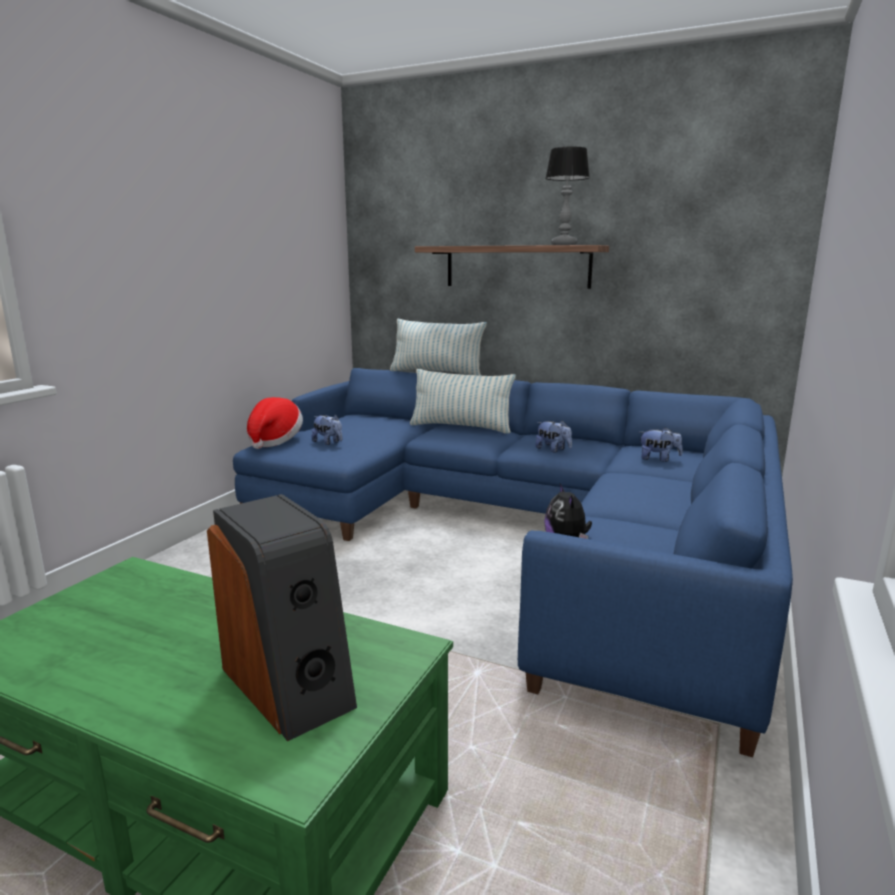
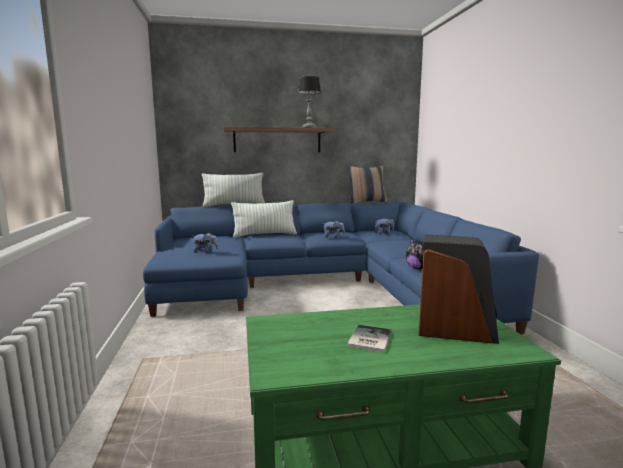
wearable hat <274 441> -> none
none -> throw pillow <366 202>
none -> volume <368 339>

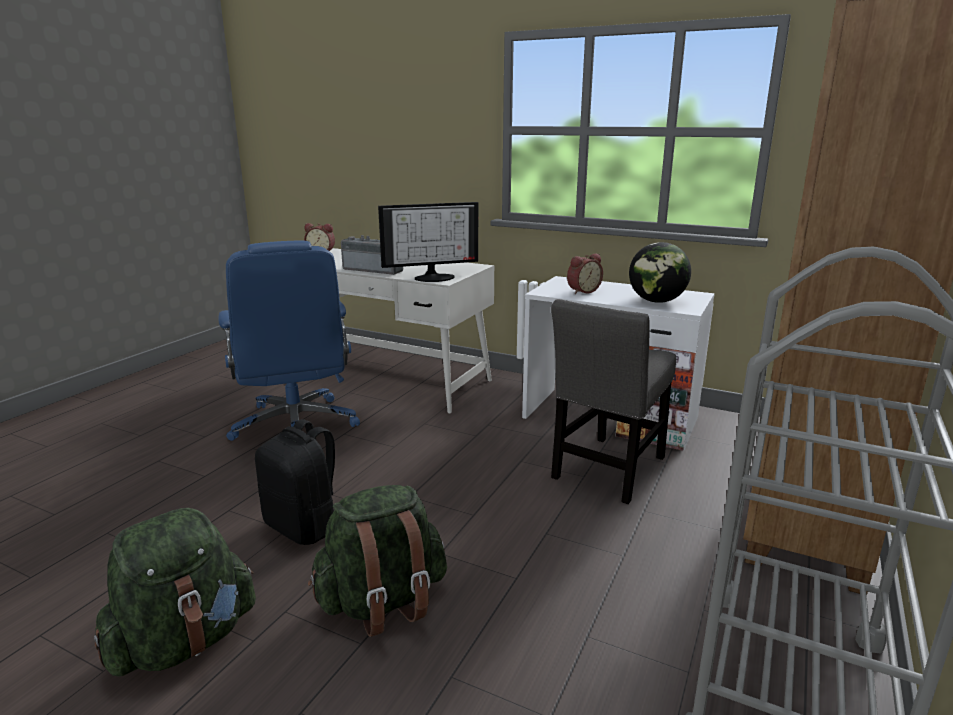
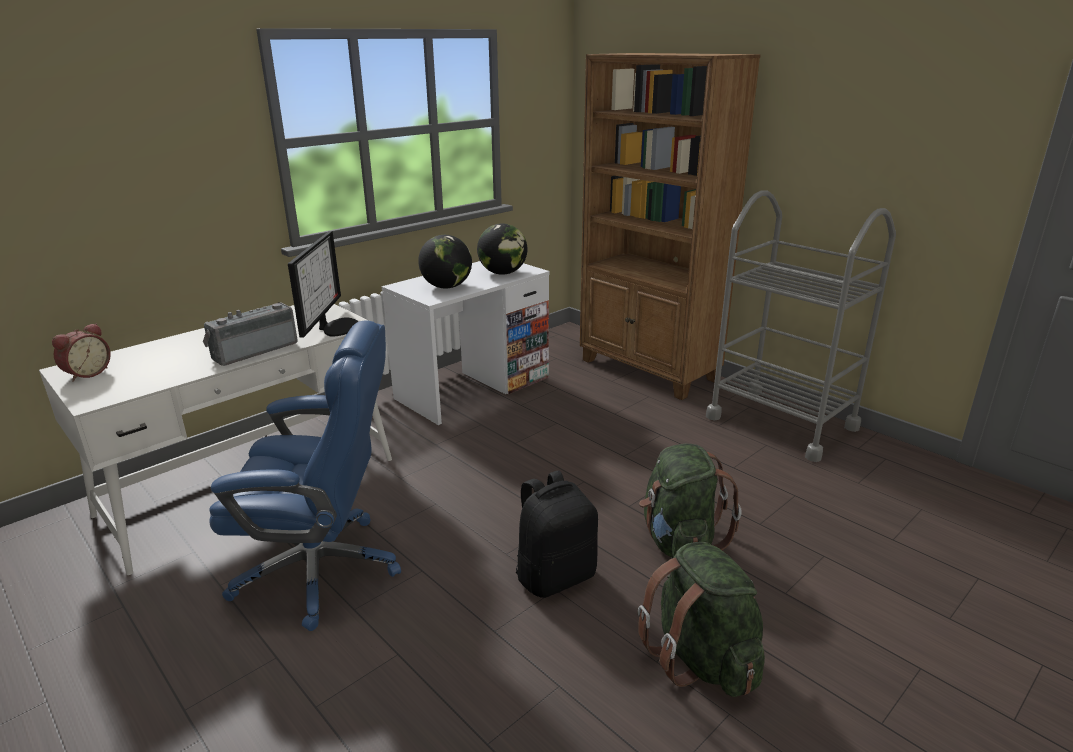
alarm clock <582 291> -> globe <446 287>
greyish plain chair <607 471> -> none

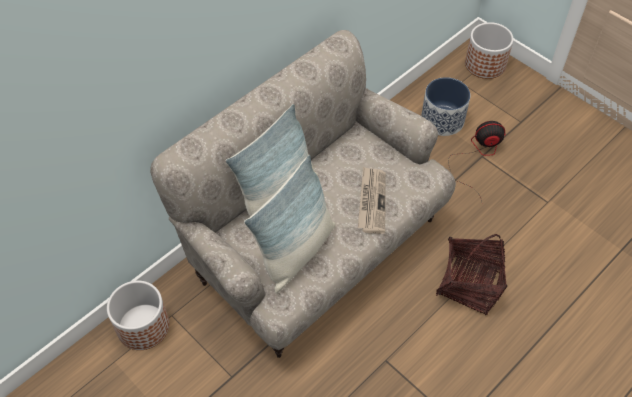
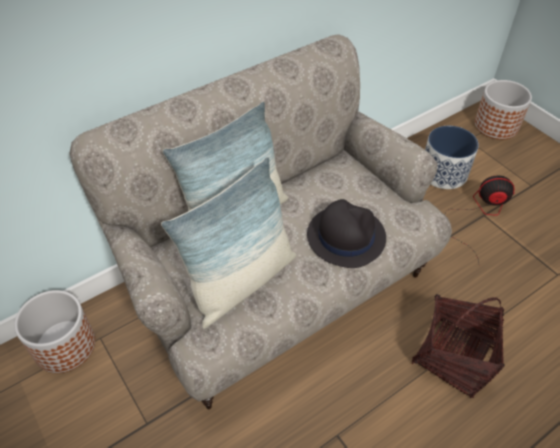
daily paper <371 201> -> black-coloured wearable hat <345 236>

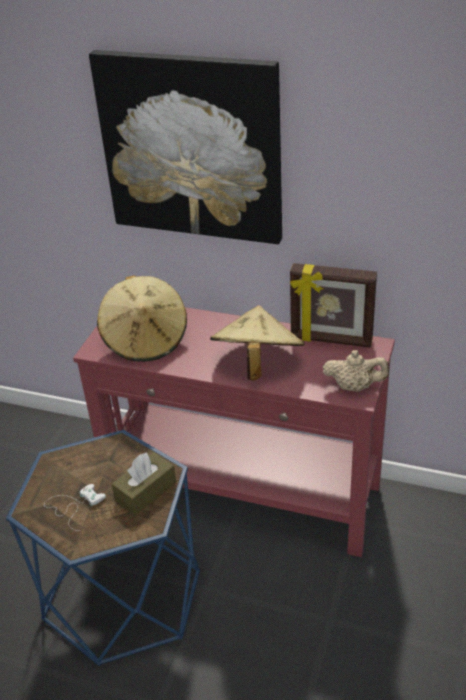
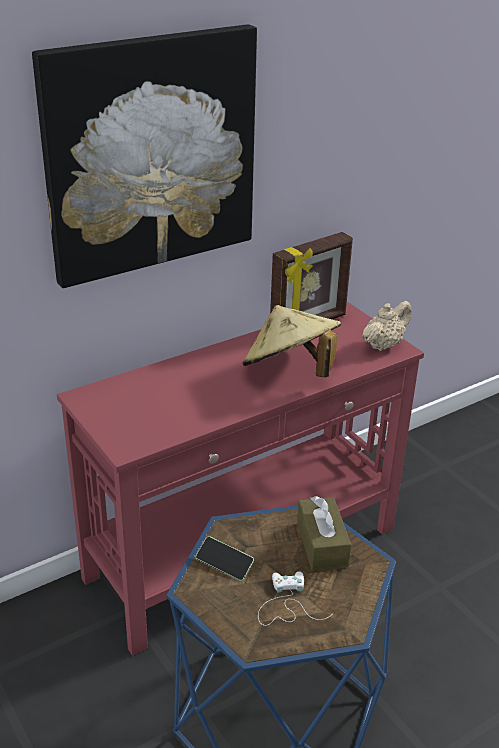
sand-coloured wearable hat <145 340> -> none
none -> phone <224 564>

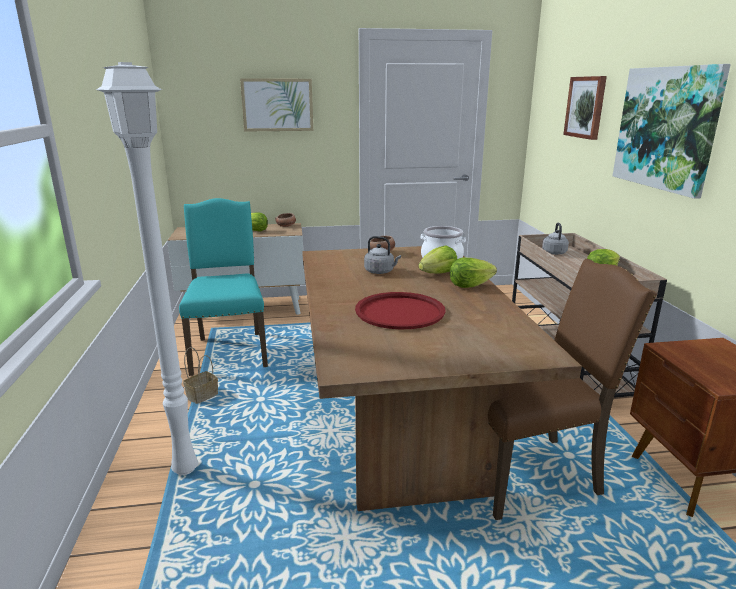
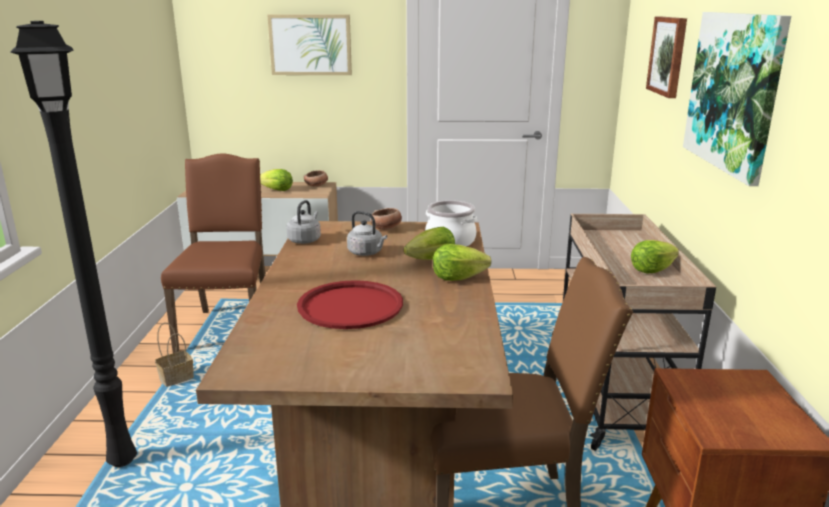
white-coloured floor lamp <183 470> -> black-coloured floor lamp <120 461>
turquoise-coloured plain chair <229 351> -> brown-coloured plain chair <228 328>
greyish kettle <553 252> -> greyish kettle <305 240>, moved

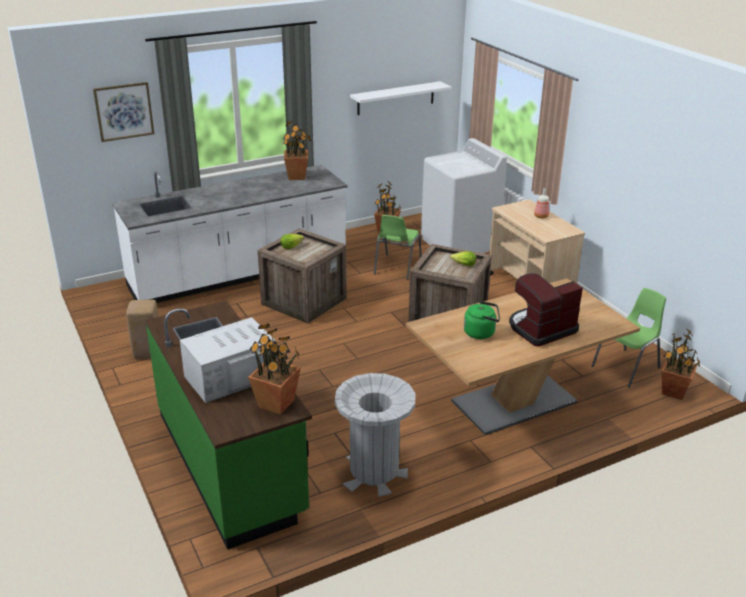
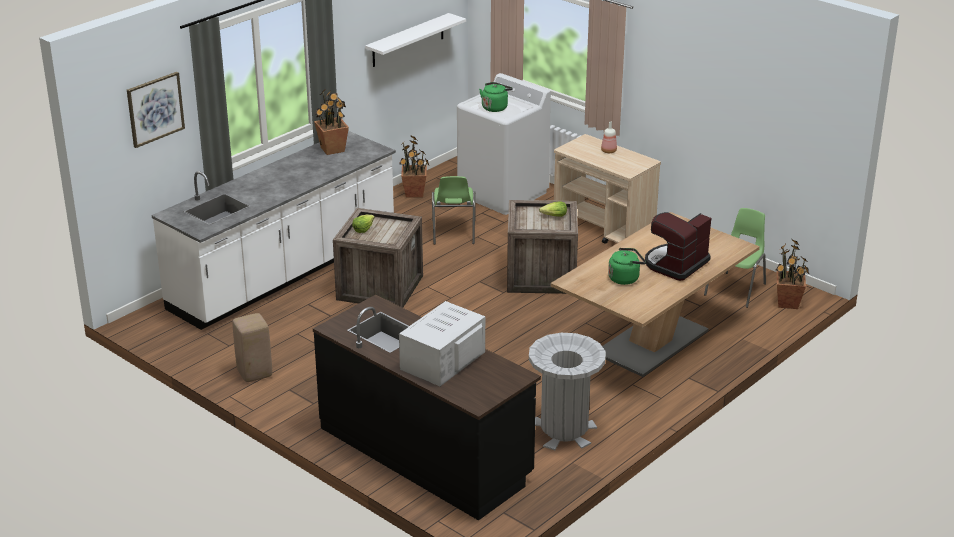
green kitchen counter <231 462> -> black-coloured kitchen counter <426 453>
plant in a pot <277 403> -> none
none -> green kettle <495 107>

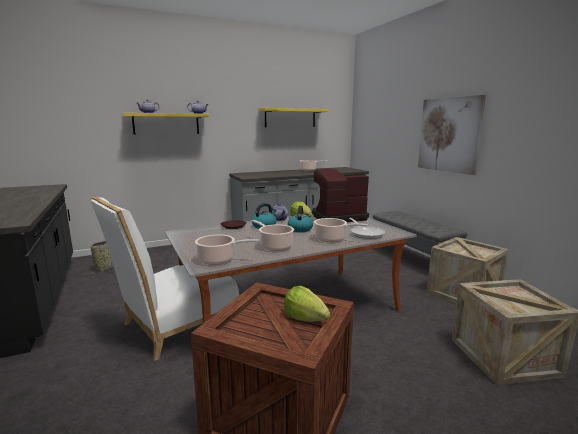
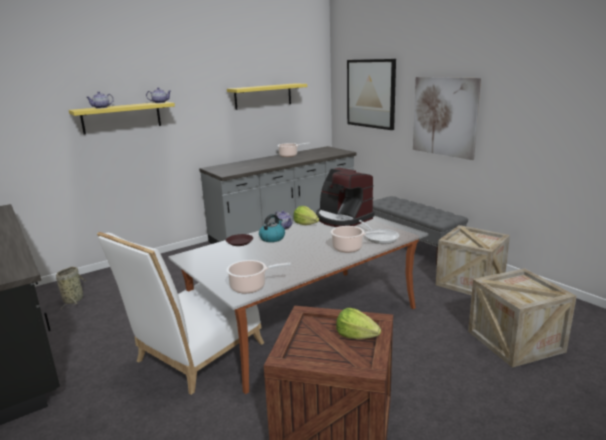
coffee machine <337 217> -> coffee machine <343 218>, 105 degrees counterclockwise
kettle <300 229> -> none
stockpot <274 246> -> none
none -> wall art <371 93>

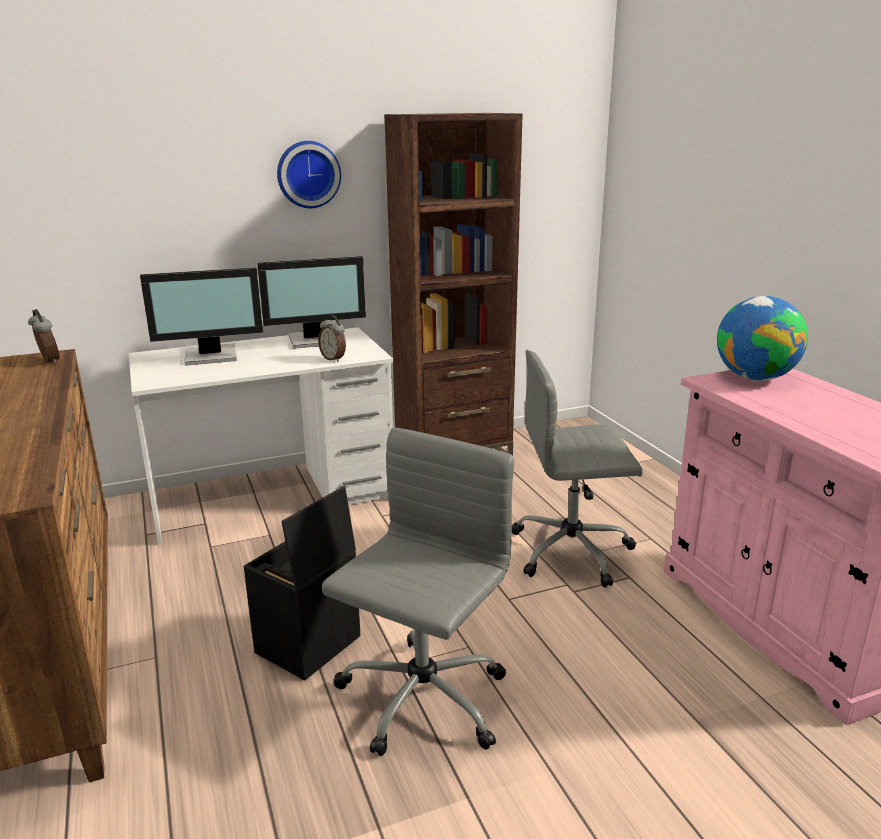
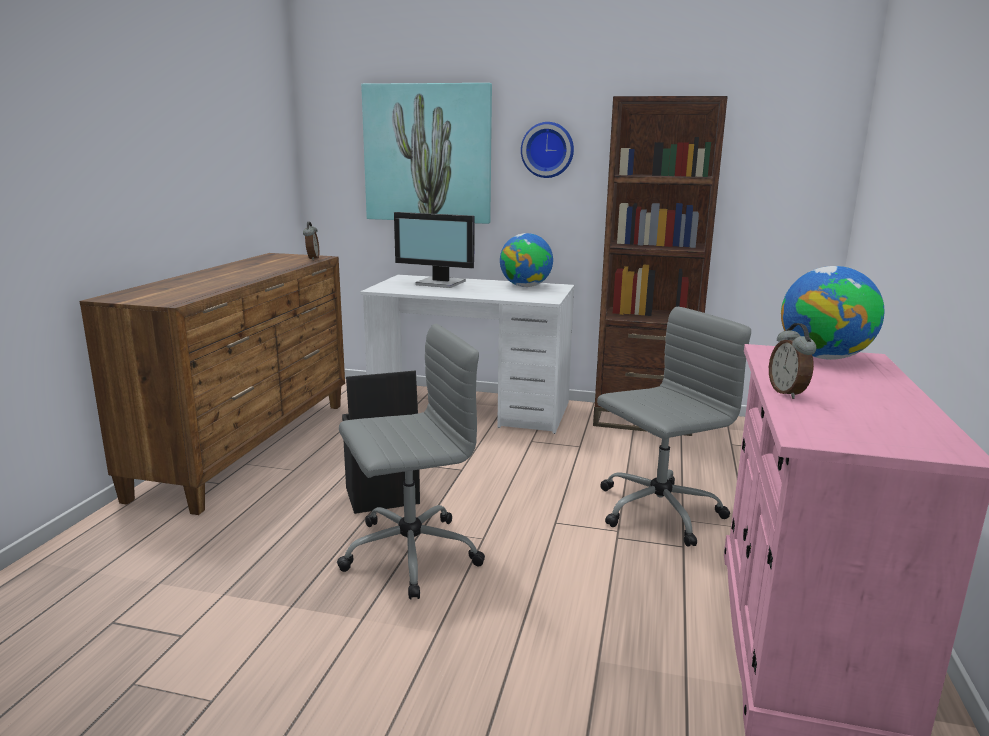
computer display <315 340> -> globe <525 286>
alarm clock <333 359> -> alarm clock <788 393>, moved
greyish office chair <573 551> -> greyish office chair <656 511>, 120 degrees clockwise
none -> wall art <428 154>

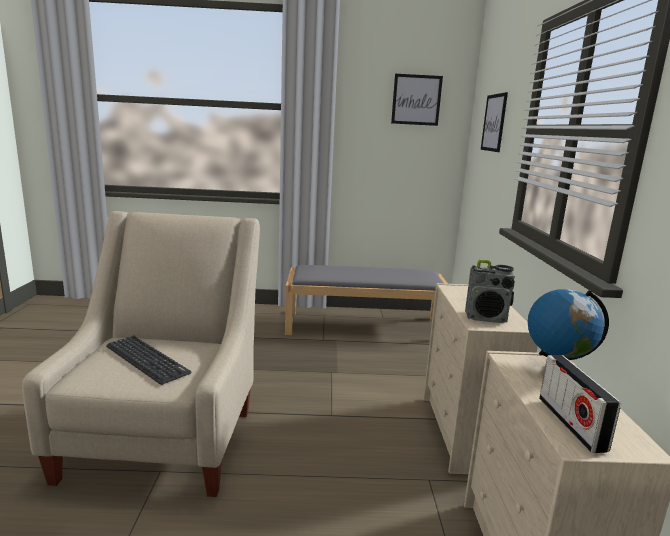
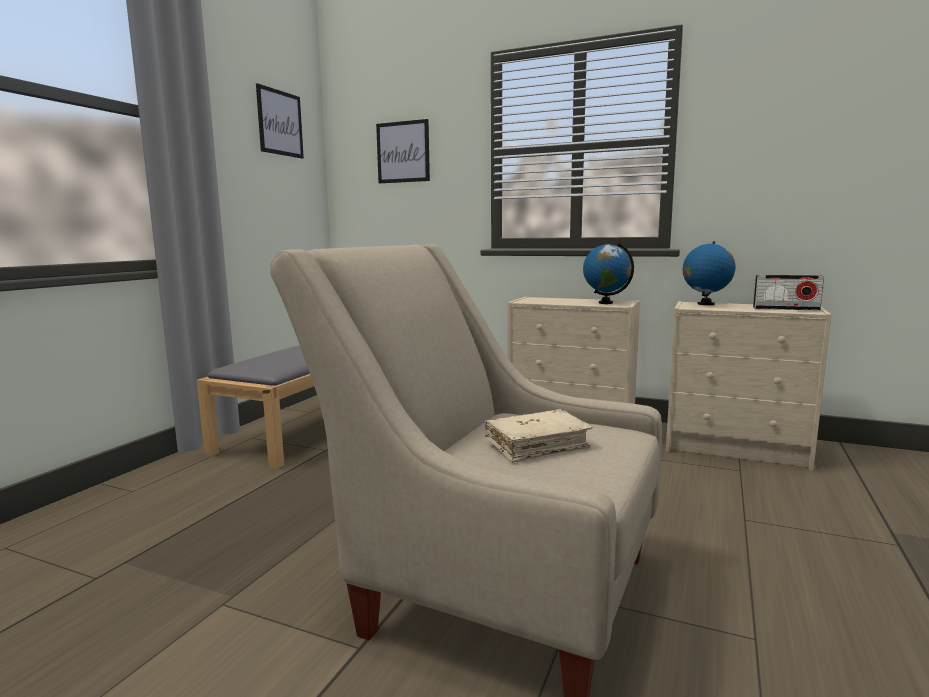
radio <486 318> -> globe <606 303>
keyboard <146 360> -> sand-coloured volume <536 445>

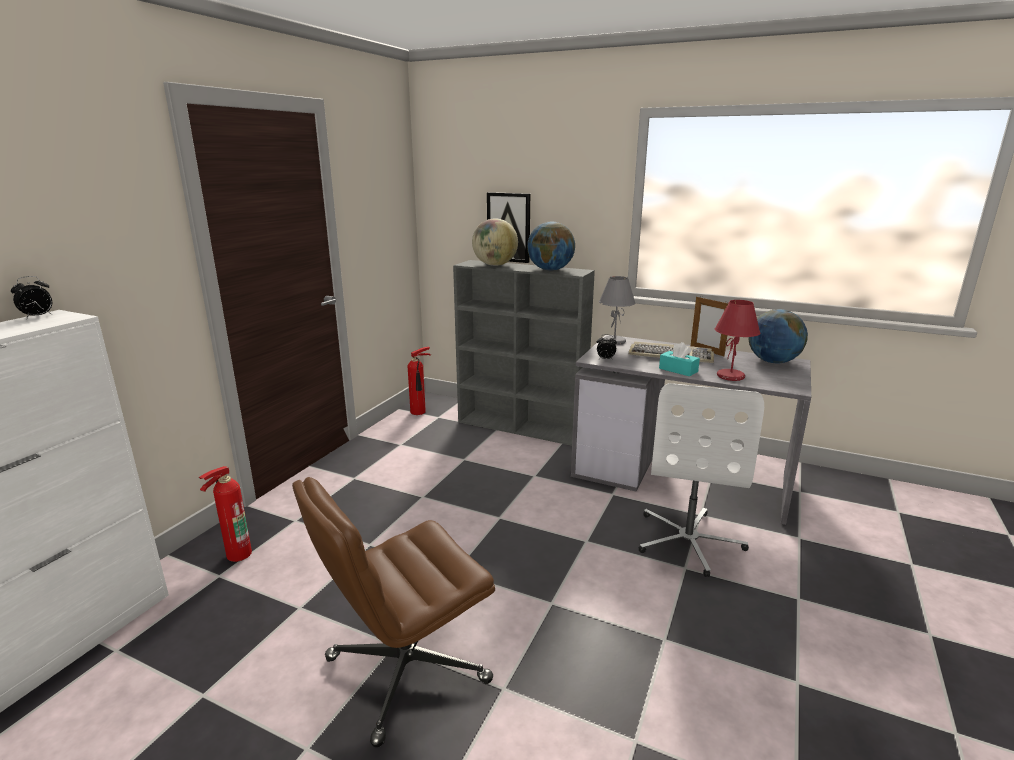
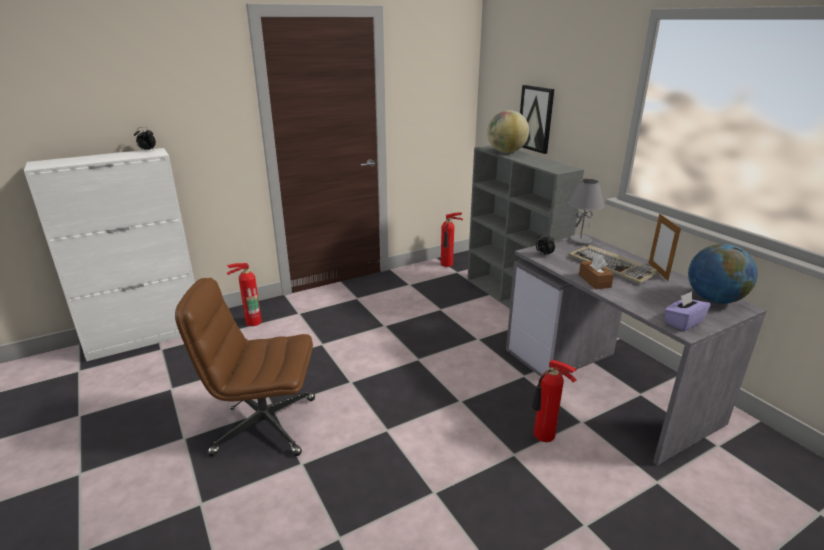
globe <550 270> -> none
reddish tabletop lamp <730 377> -> none
turquoise-coloured tissue box <678 370> -> brown-coloured tissue box <594 281>
white-coloured office chair <689 540> -> fire-fighting cylinder <544 436>
none -> purple tissue box <683 322>

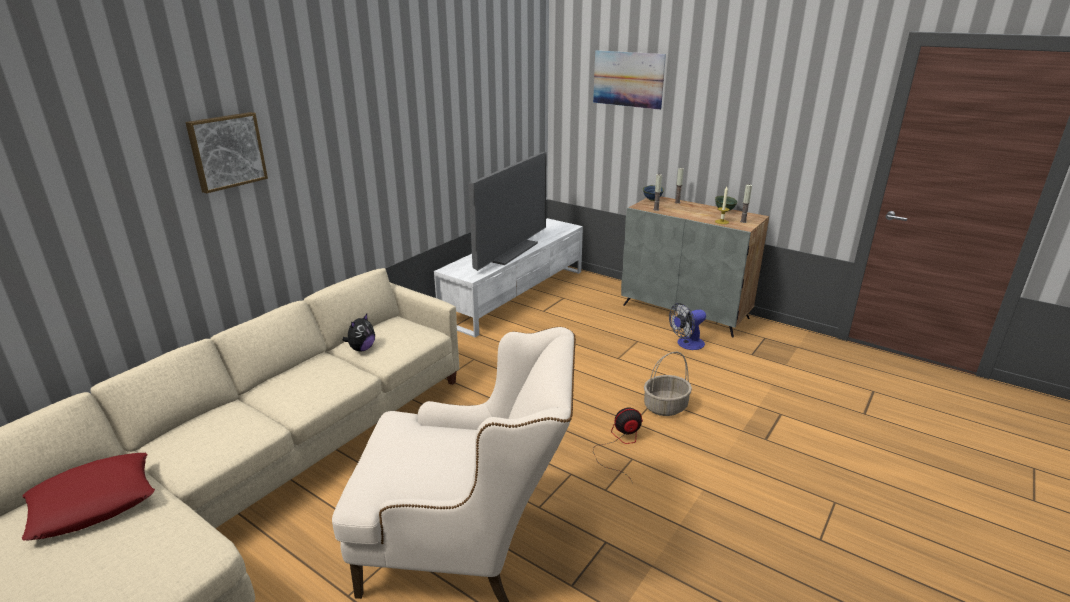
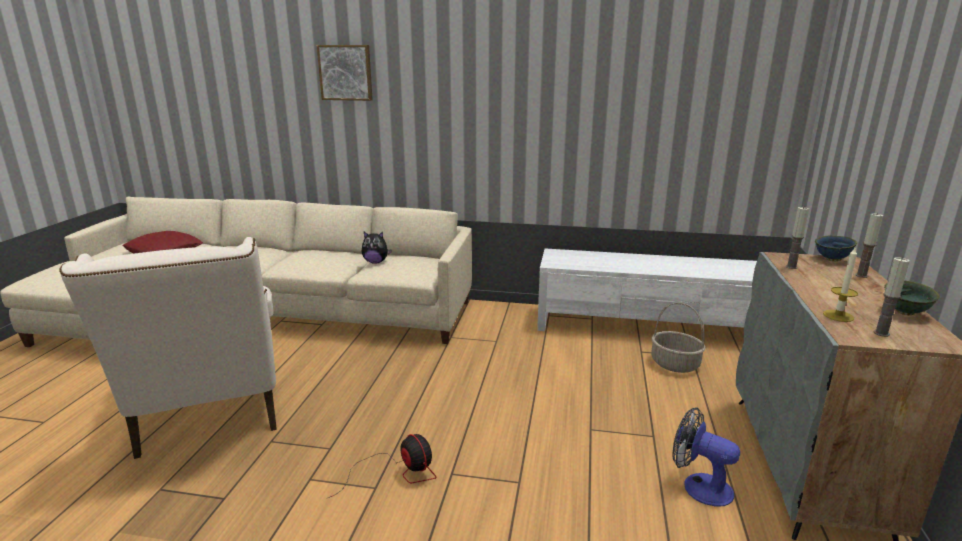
wall art <628 79> -> none
TV set <508 250> -> none
basket <665 407> -> basket <674 364>, moved

